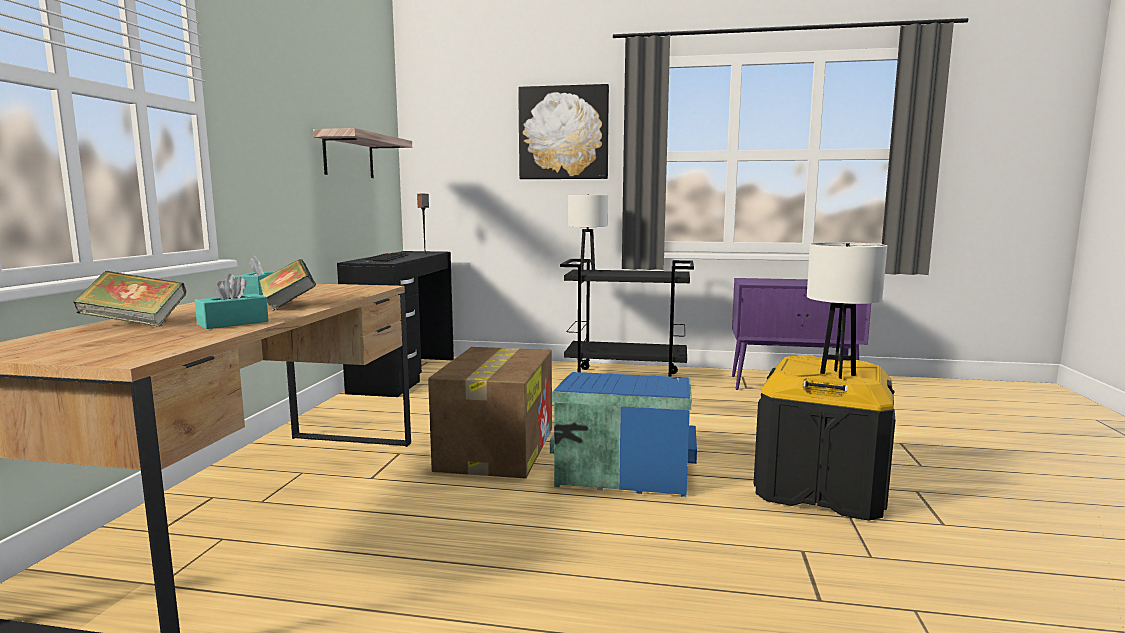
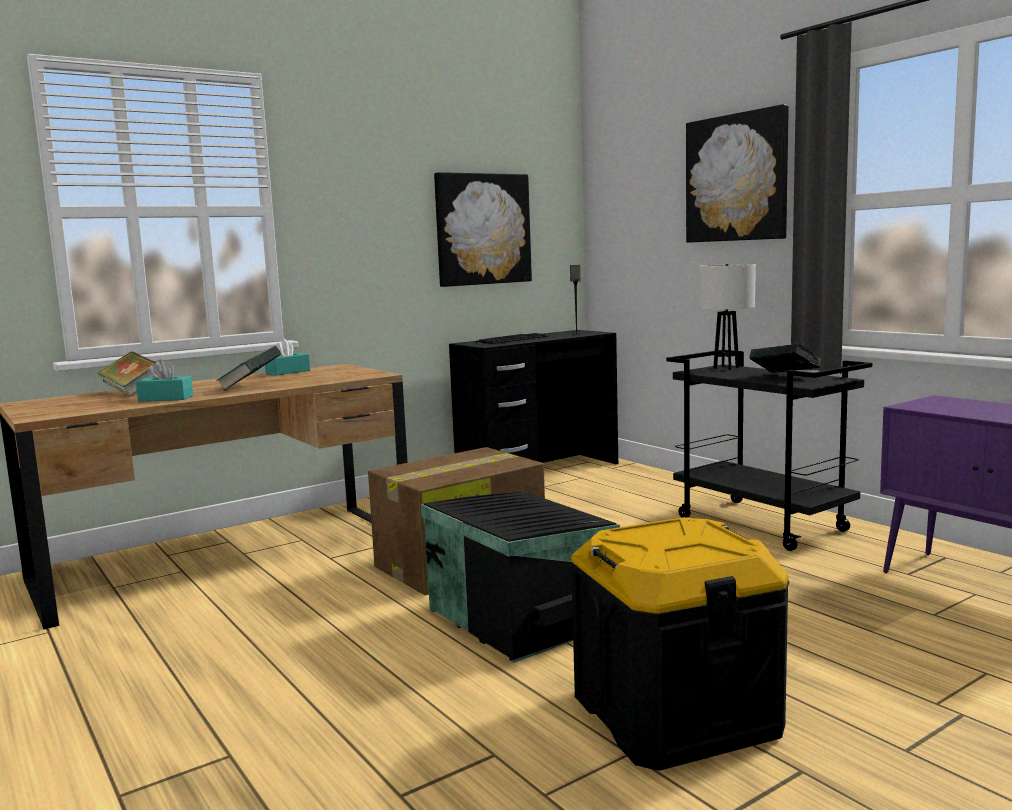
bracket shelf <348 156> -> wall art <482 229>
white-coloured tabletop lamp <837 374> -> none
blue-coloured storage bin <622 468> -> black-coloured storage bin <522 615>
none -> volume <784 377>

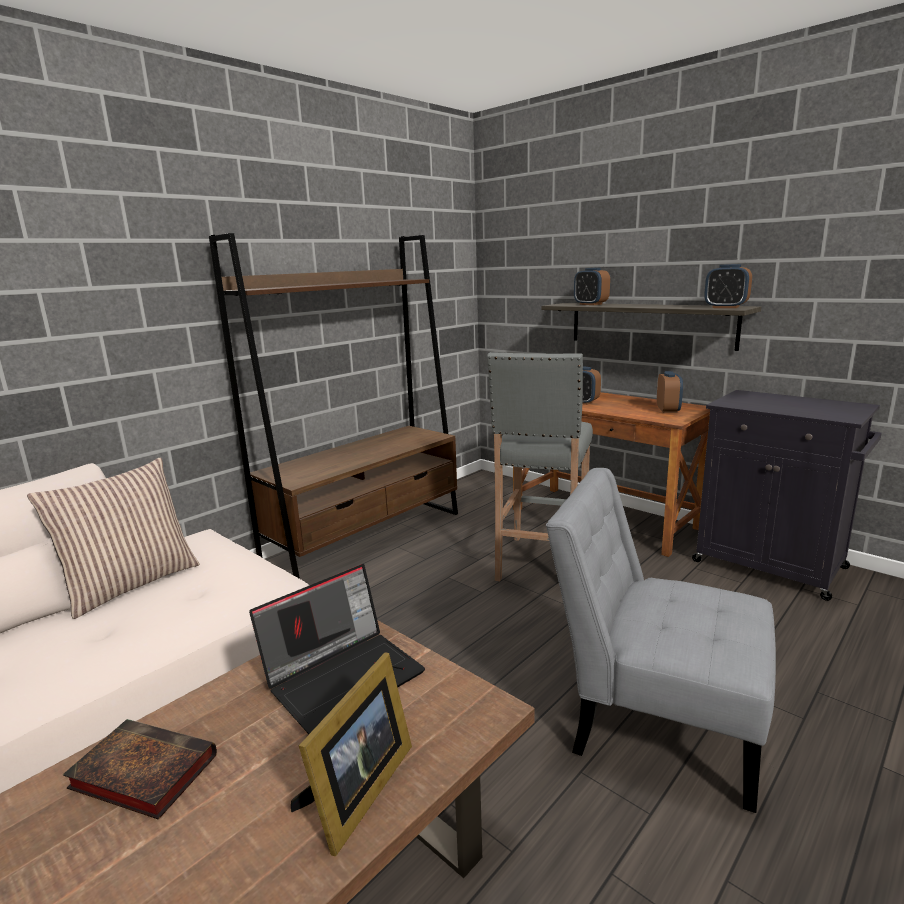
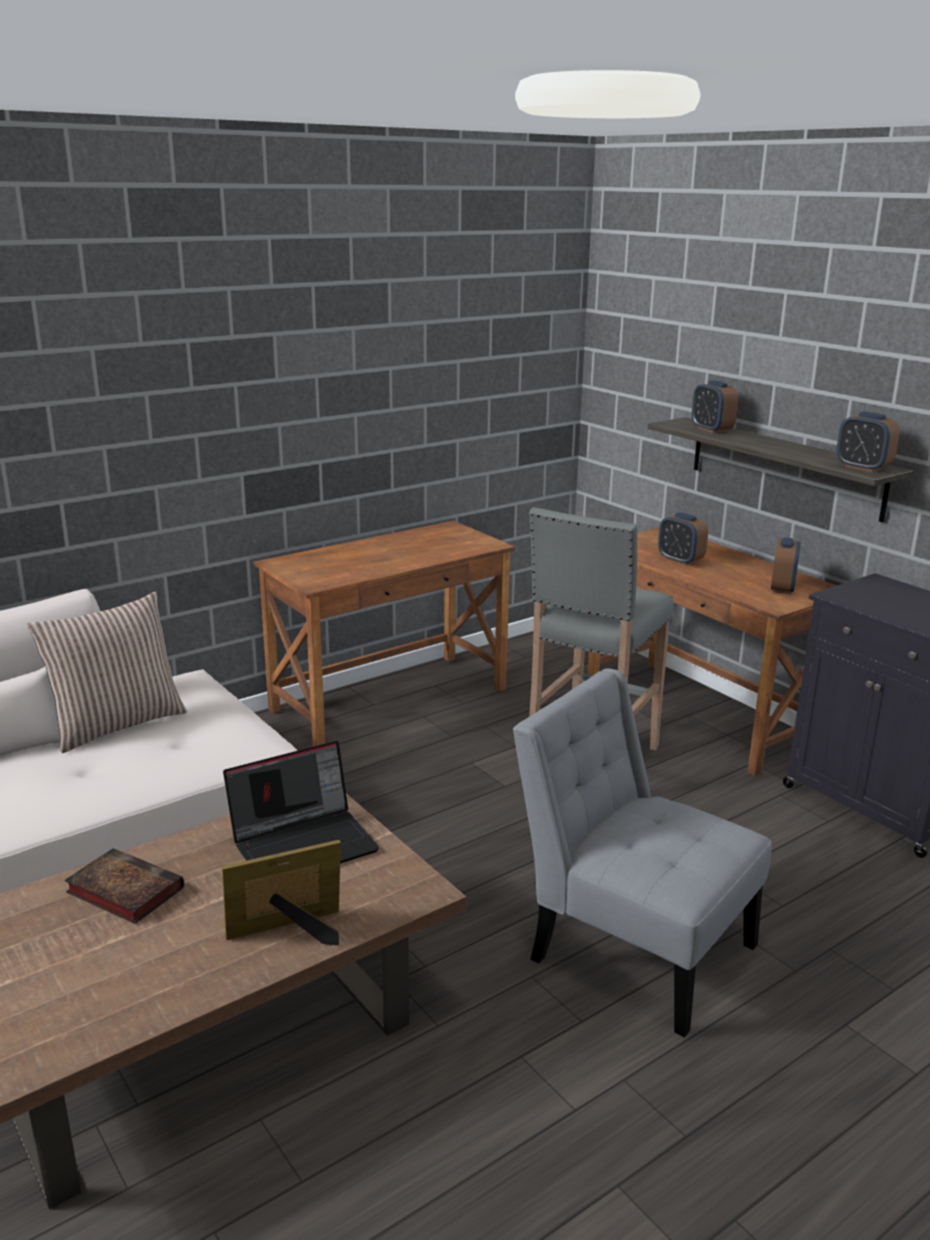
brown-coloured bookshelf <367 538> -> brown-coloured desk table <389 699>
photo frame <357 793> -> photo frame <291 932>, 150 degrees counterclockwise

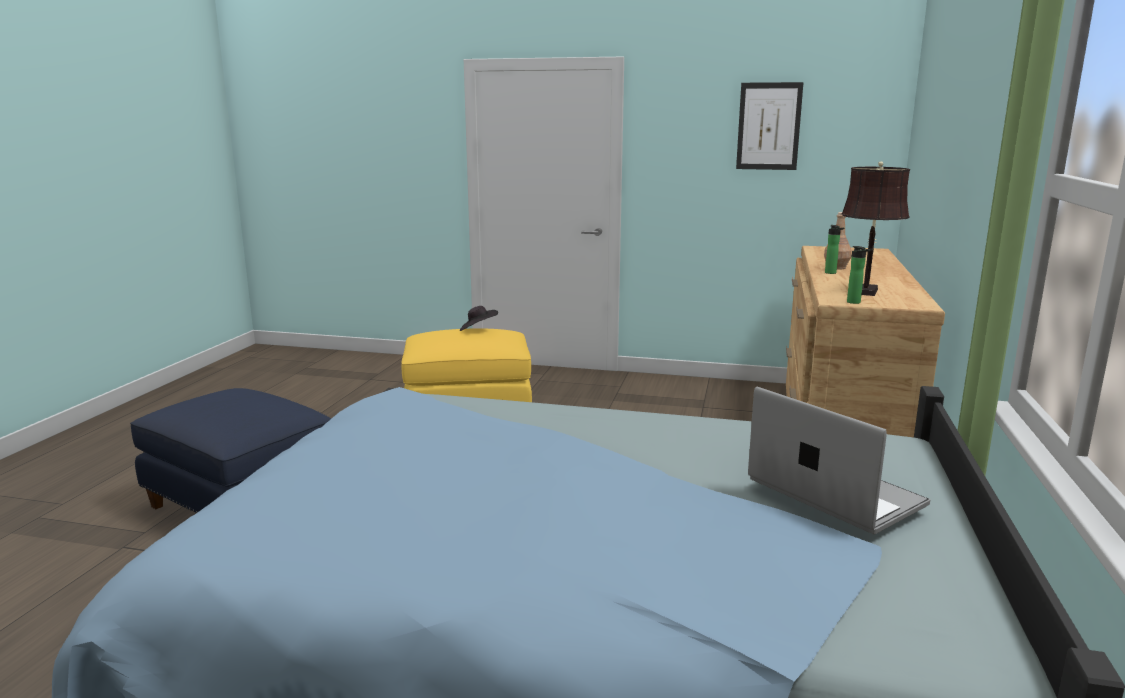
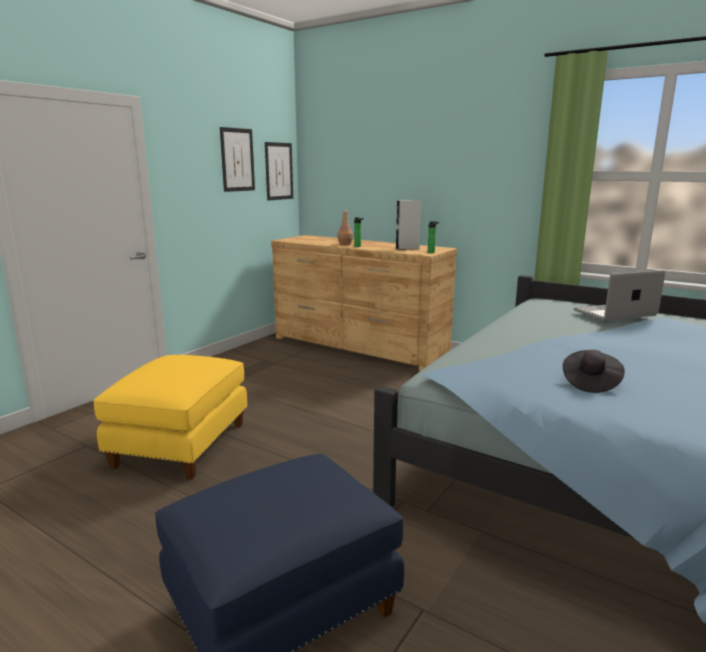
brown-coloured tabletop lamp <866 291> -> greyish loudspeaker <407 248>
black-coloured wearable hat <478 330> -> black-coloured wearable hat <590 383>, moved
none -> wall art <279 171>

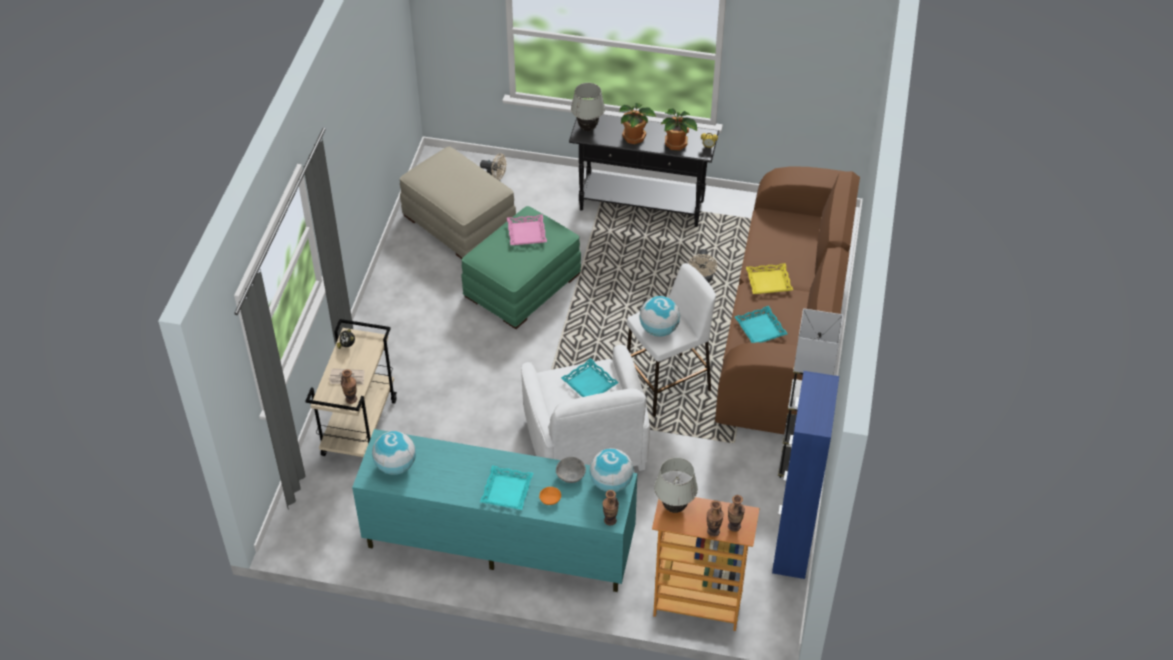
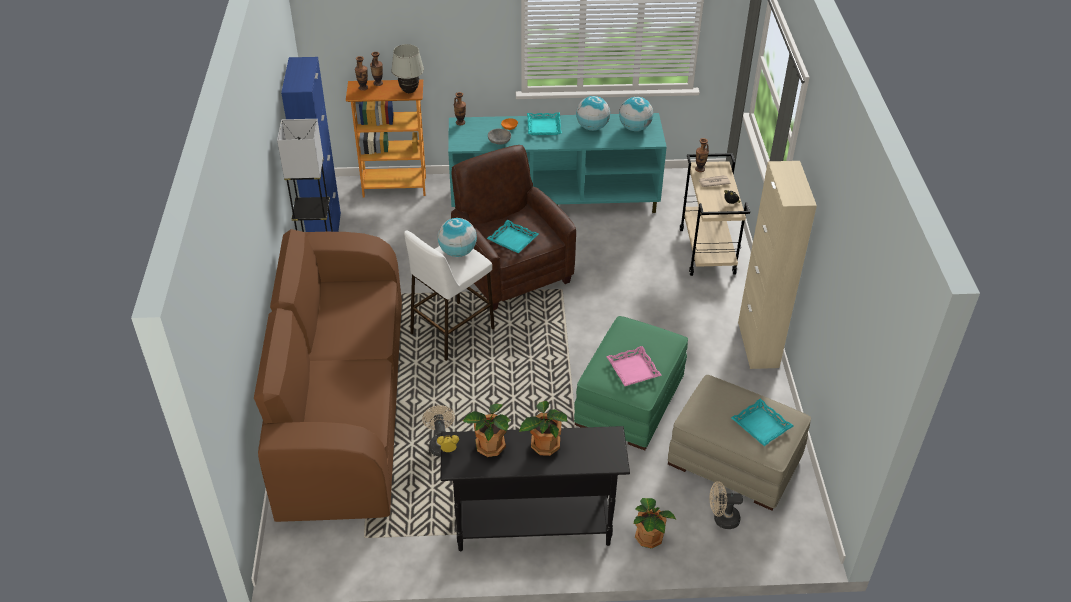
white-coloured tabletop lamp <588 128> -> none
yellowish serving tray <768 282> -> none
turquoise-coloured serving tray <761 329> -> turquoise-coloured serving tray <760 426>, moved
white-coloured lounge chair <586 445> -> brown-coloured lounge chair <511 271>
globe <611 483> -> globe <592 127>, moved
none -> sand-coloured storage cabinet <758 344>
none -> plant in a pot <649 537>

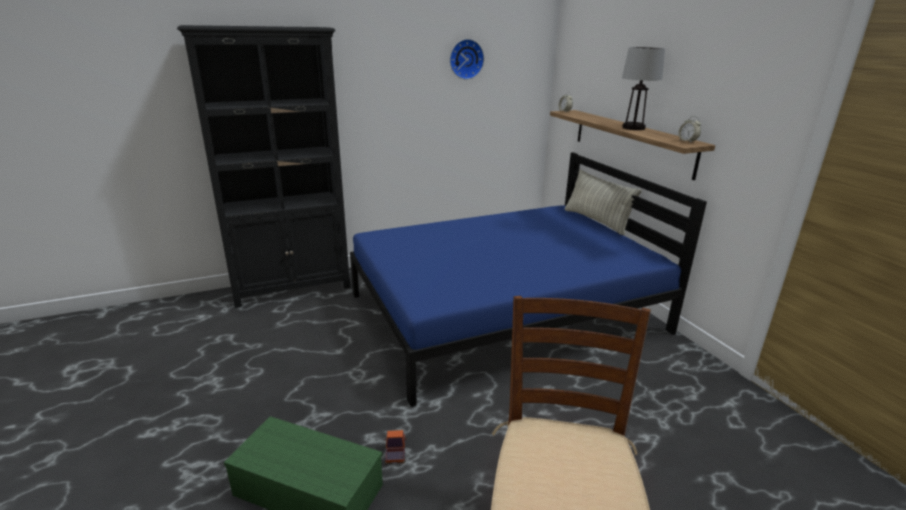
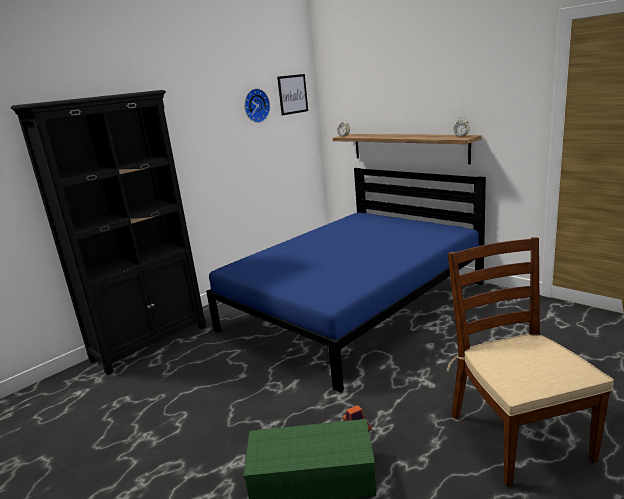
tabletop lamp <634 128> -> none
throw pillow <596 221> -> none
none -> wall art <292 94>

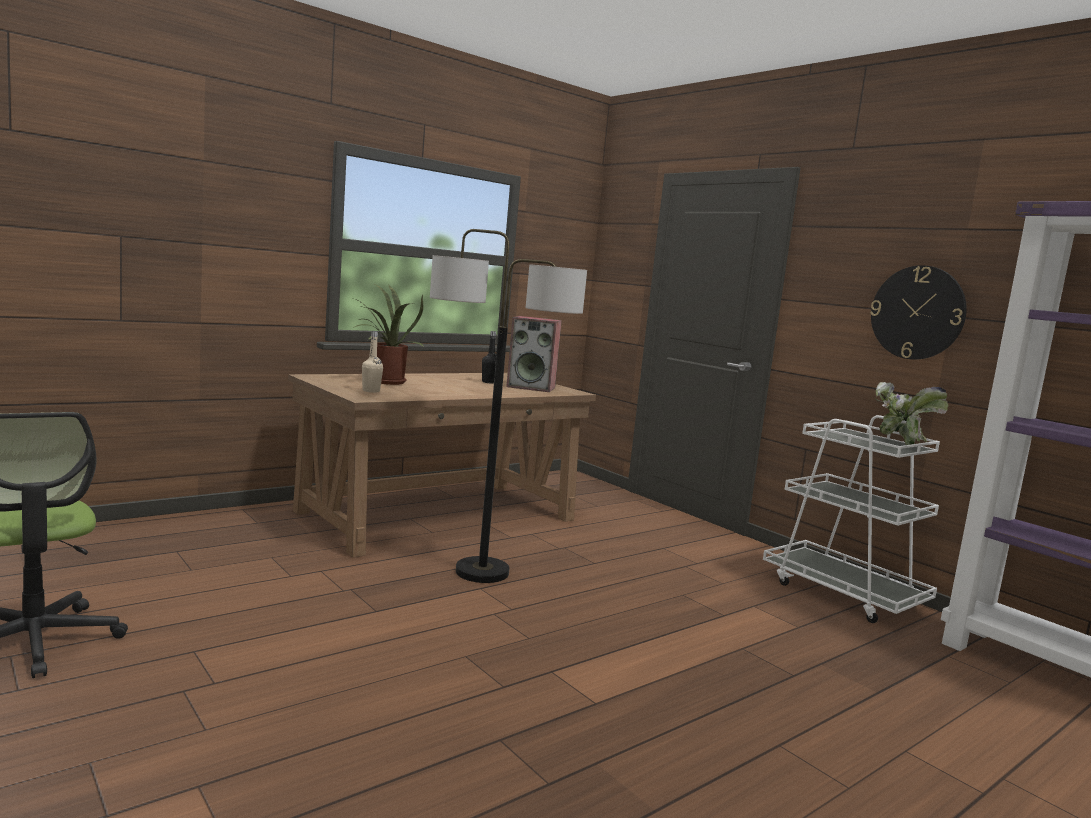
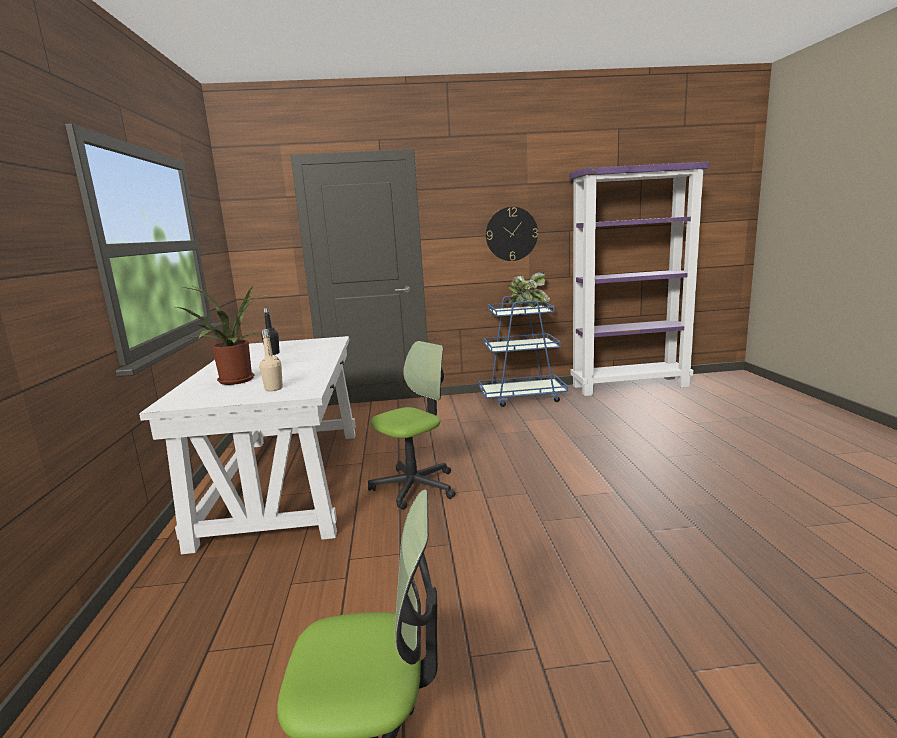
floor lamp <482 572> -> office chair <414 487>
loudspeaker <532 387> -> none
brown-coloured desk table <438 515> -> white-coloured desk table <286 482>
white-coloured trolley <843 593> -> blue-coloured trolley <522 397>

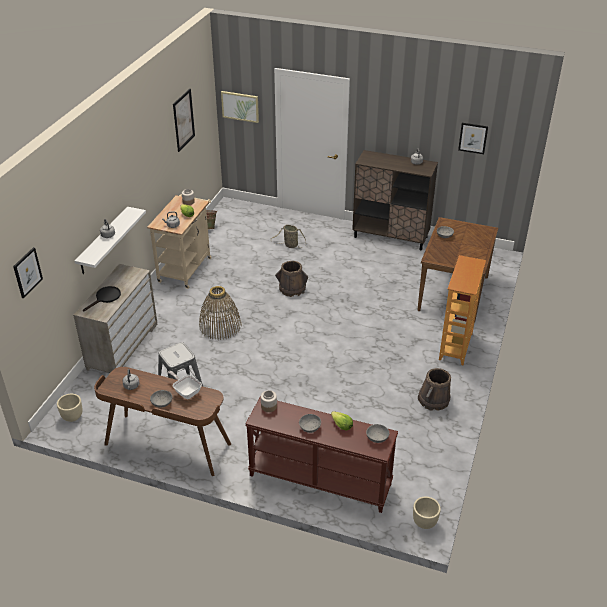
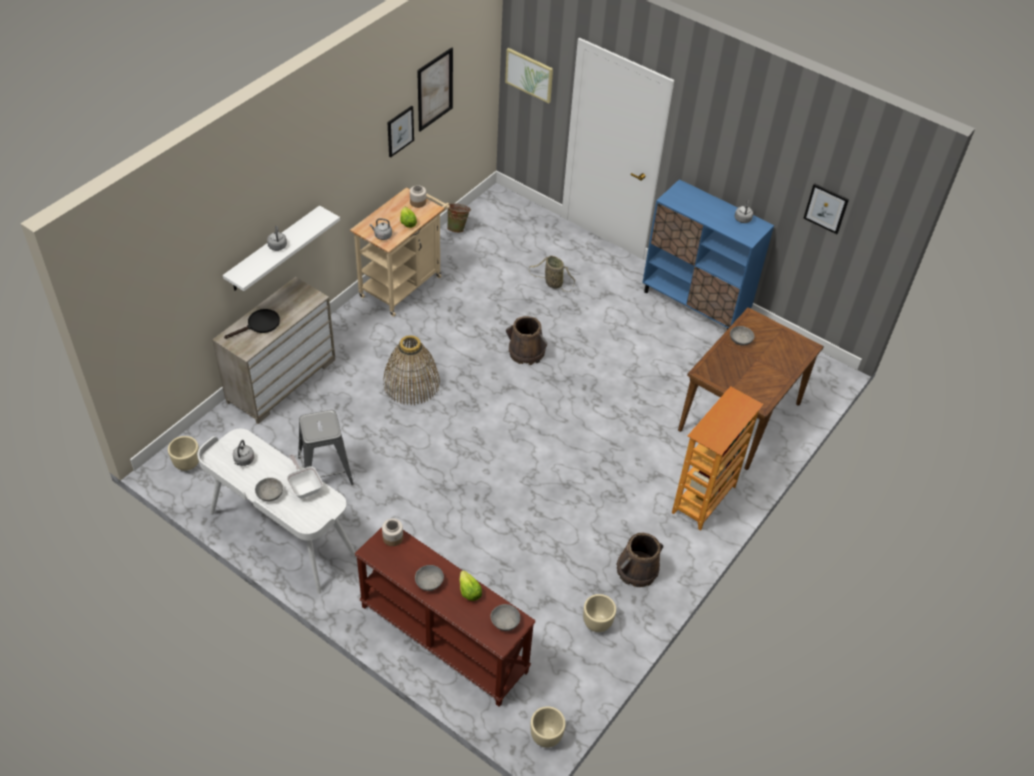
brown-coloured storage cabinet <391 237> -> blue-coloured storage cabinet <695 304>
wall art <27 272> -> wall art <400 131>, moved
brown-coloured desk table <167 445> -> white-coloured desk table <281 535>
none -> sand-coloured plant pot <597 623>

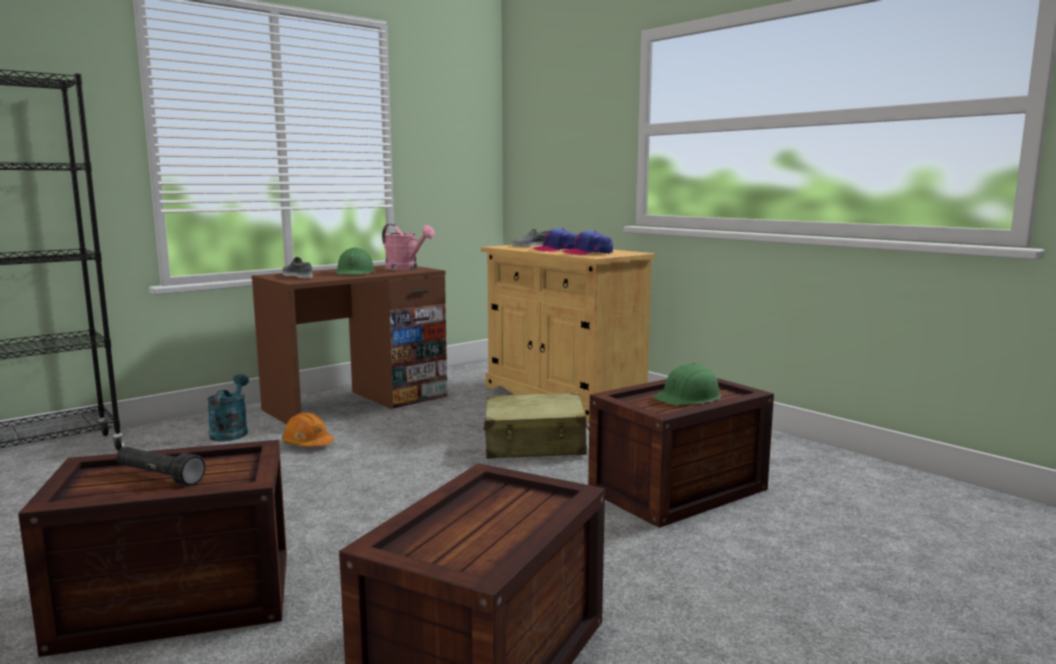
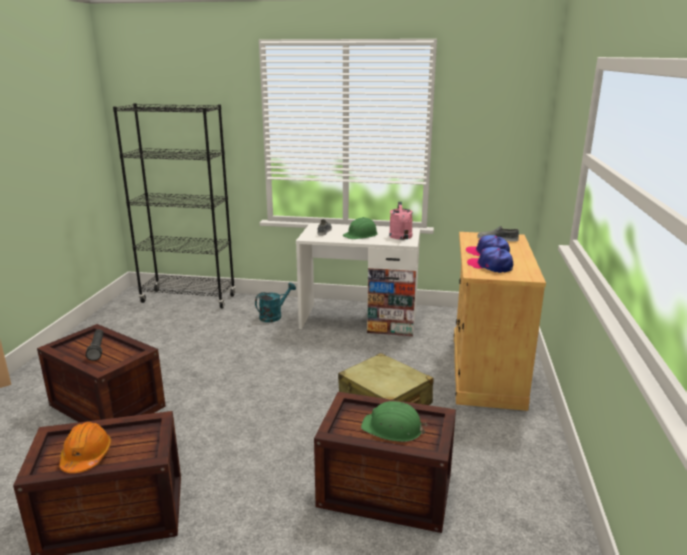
brown-coloured desk table <357 403> -> white-coloured desk table <359 320>
orangey work helmet <307 444> -> orangey work helmet <86 456>, moved

